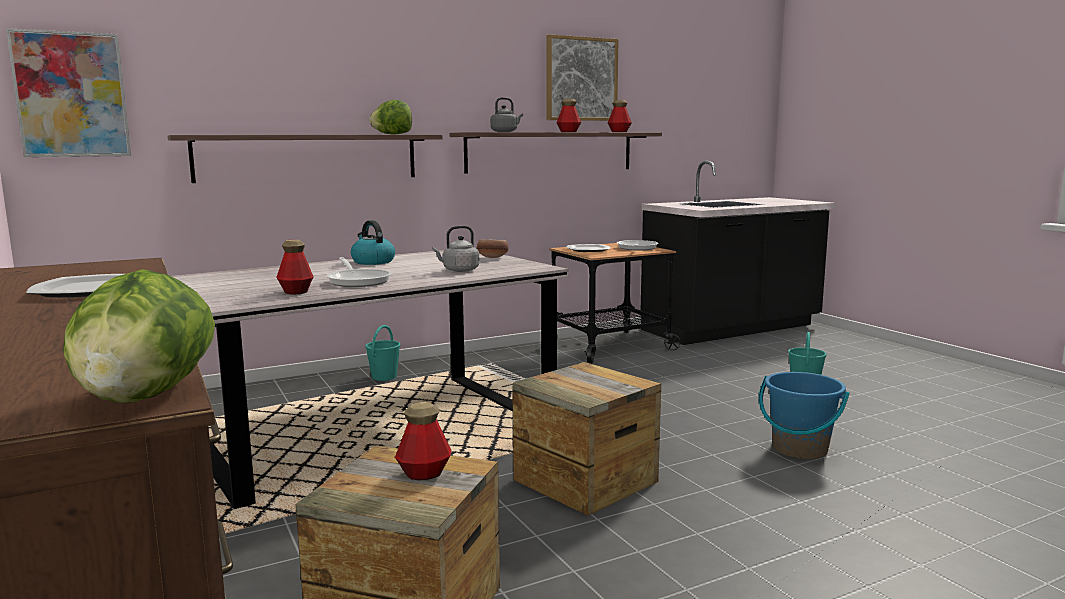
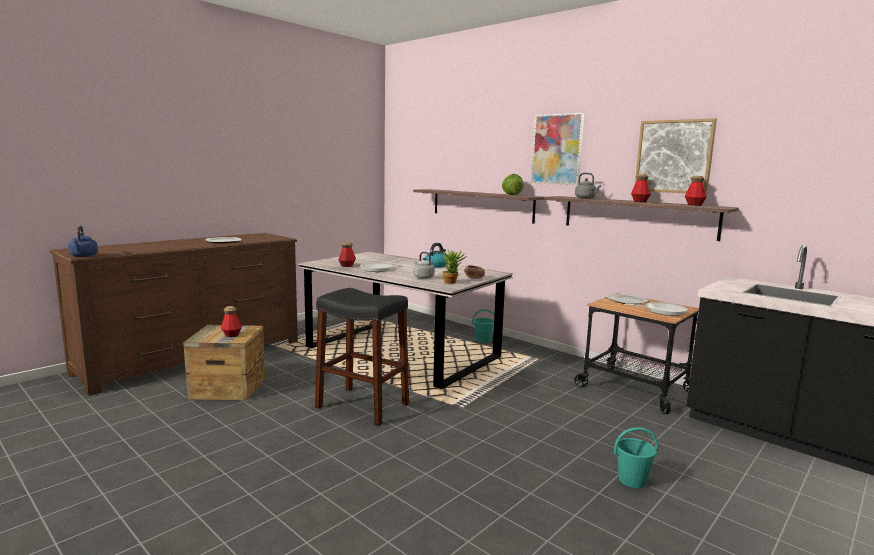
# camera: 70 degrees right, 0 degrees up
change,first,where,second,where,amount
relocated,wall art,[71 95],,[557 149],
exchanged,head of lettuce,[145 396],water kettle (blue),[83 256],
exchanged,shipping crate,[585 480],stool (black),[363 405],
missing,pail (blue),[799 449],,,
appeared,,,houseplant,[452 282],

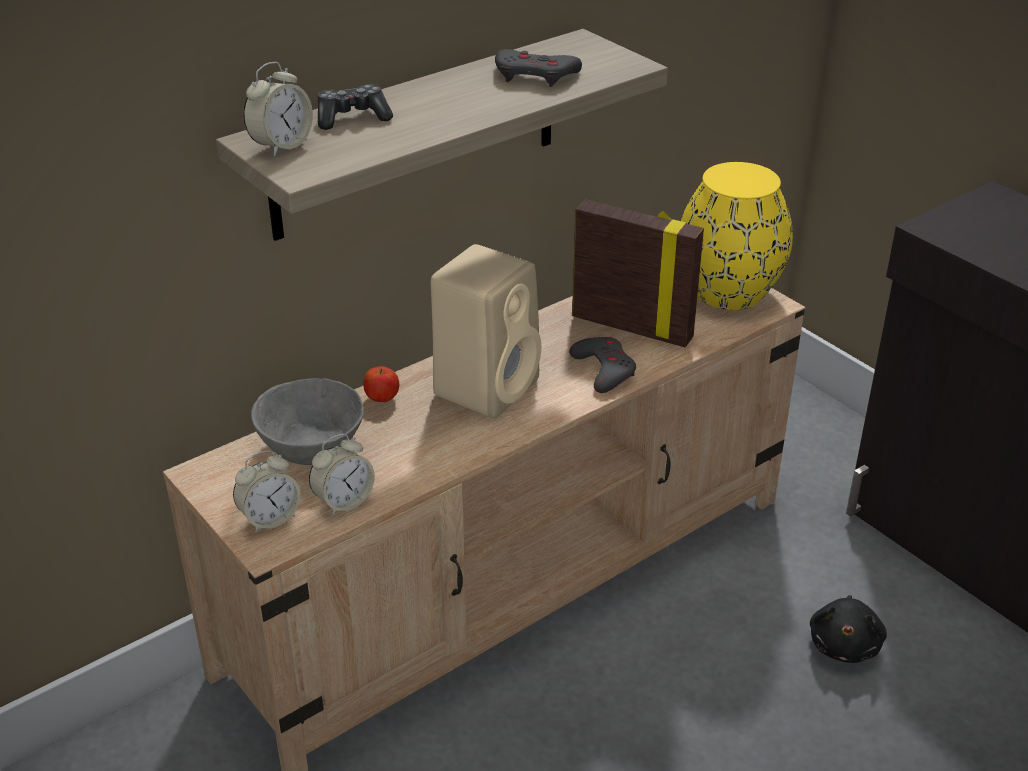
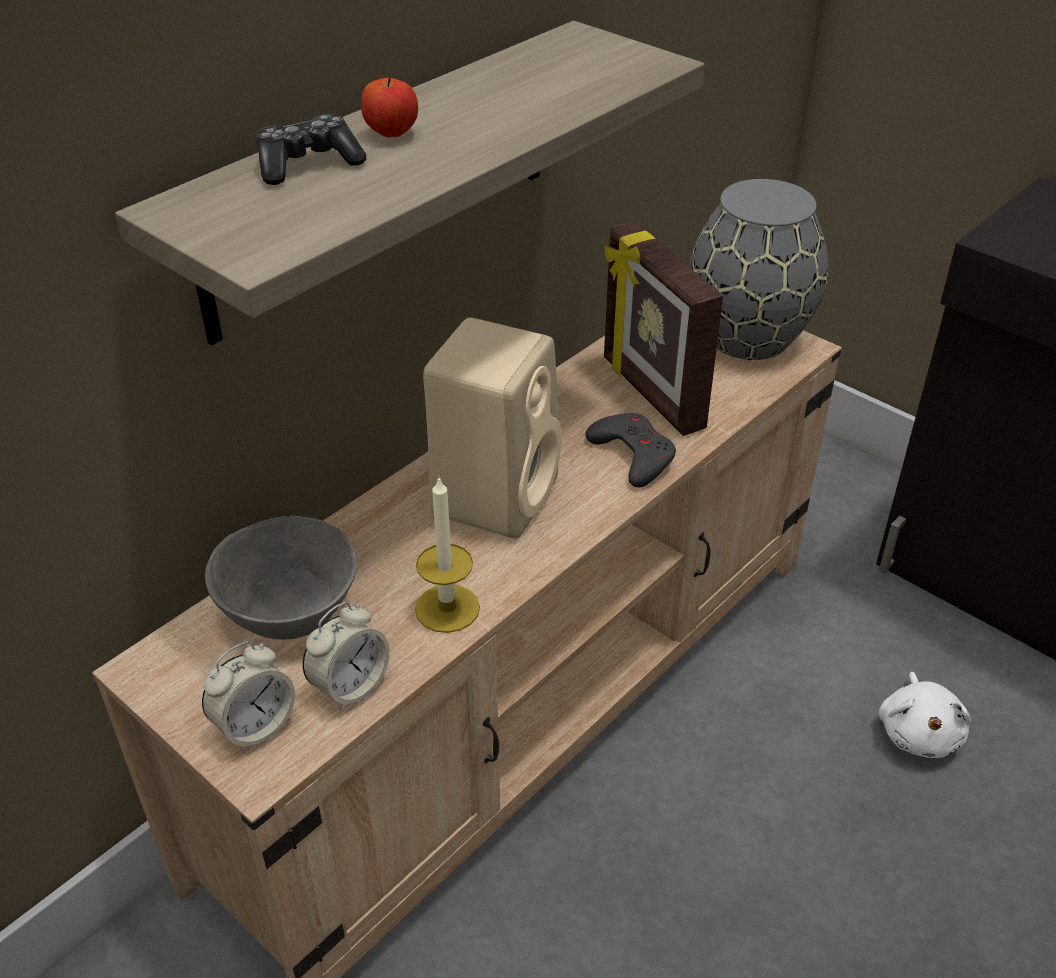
# camera: 10 degrees left, 5 degrees up
change,first,where,second,where,amount
missing,table clock,[281 145],,,
relocated,whole apple,[382 399],,[391 134],
missing,game controller (greyish),[535 75],,,
spun,photo frame,[632 327],,[650 394],135 degrees counterclockwise
colour,flower vase (yellow),[728 291],flower vase (greyish),[747 335],
colour,soft toy (black),[844 644],soft toy (whitish),[919 732],
appeared,,,wax light,[447 608],

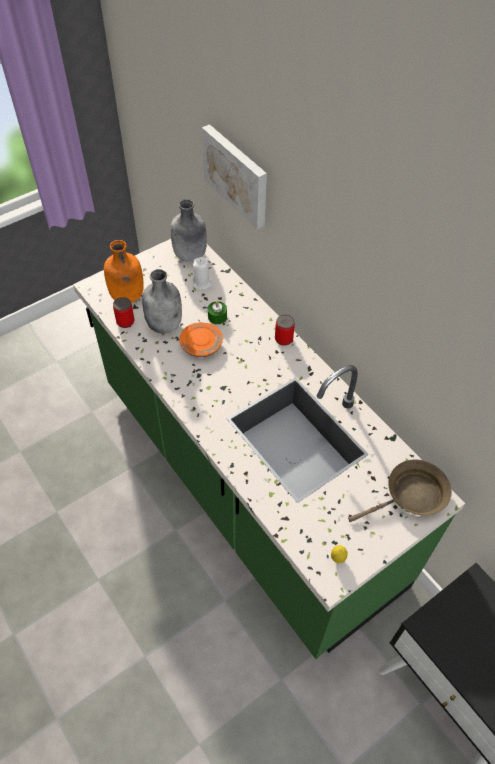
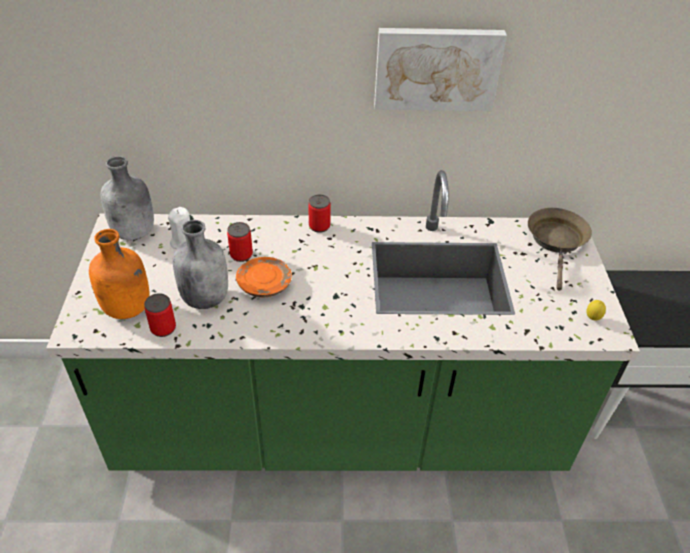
# camera: 55 degrees left, 10 degrees down
change,first,where,second,where,amount
relocated,wall art,[237 175],,[436 68],
exchanged,wax light (greenish),[217 317],metal can,[241 255],

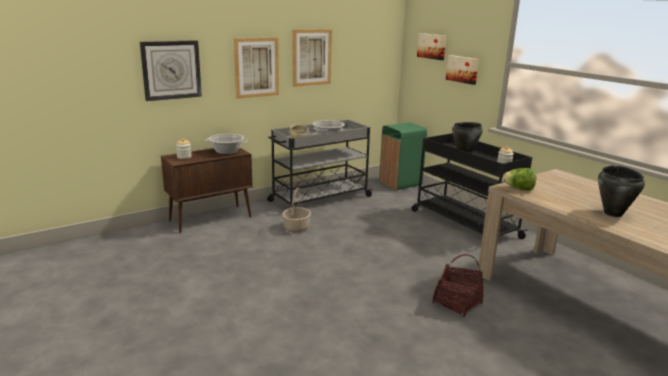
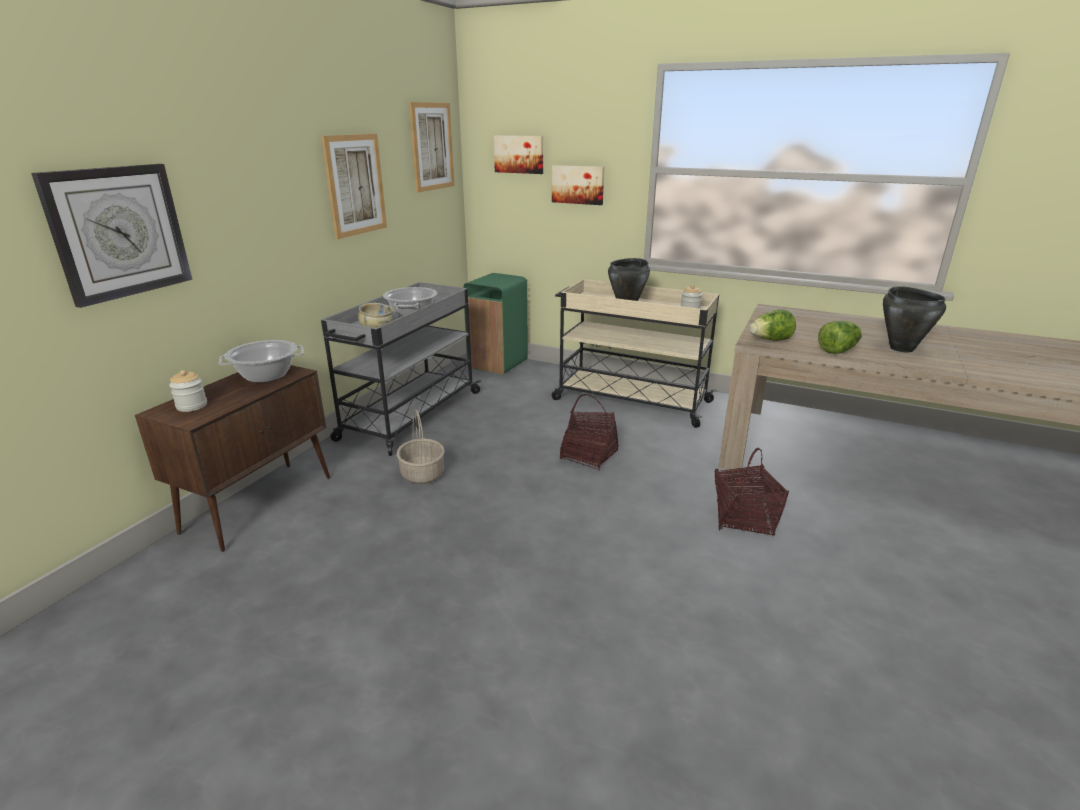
# camera: 30 degrees left, 5 degrees up
change,first,where,second,where,amount
relocated,wall art,[256 67],,[432 147],
colour,cart (black),[463 223],cart (beige-coloured),[629 400],
appeared,,,household basket,[589 455],
appeared,,,head of lettuce,[838 350],

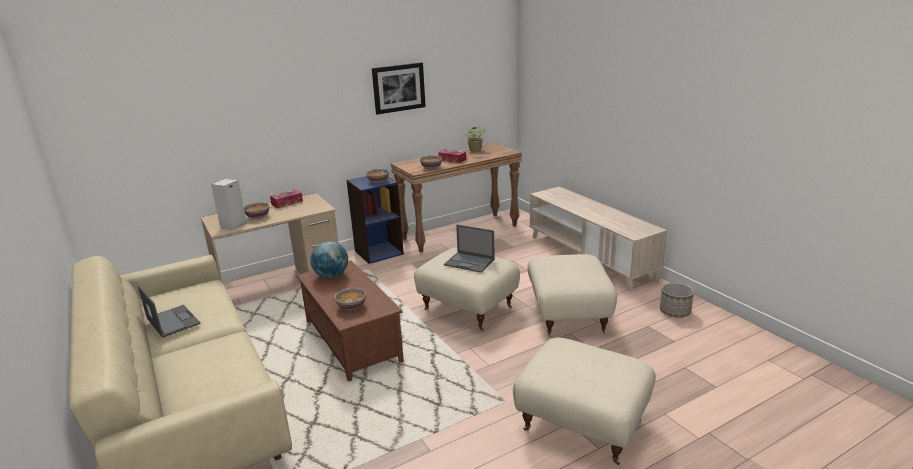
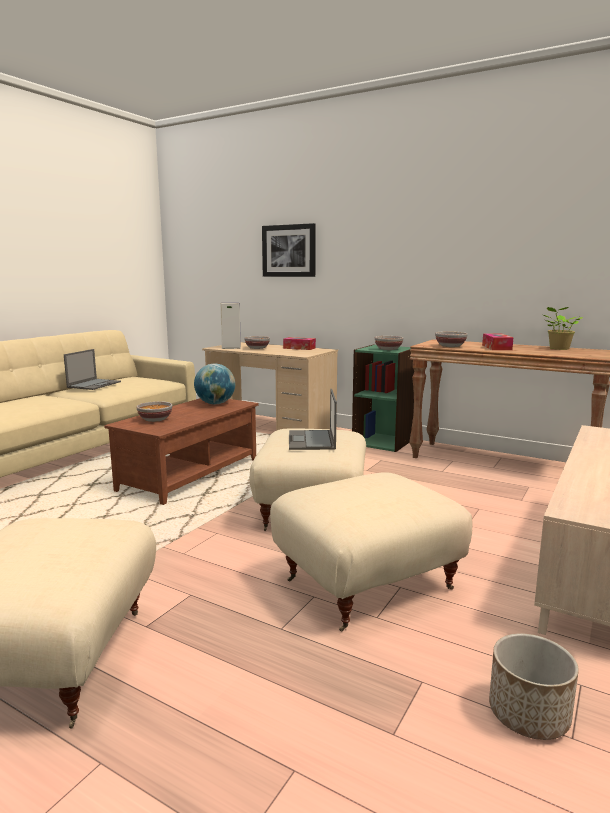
# camera: 60 degrees right, 10 degrees down
change,first,where,second,where,amount
colour,bookshelf (blue),[378 252],bookshelf (greenish),[383 442],
relocated,wall art,[398 88],,[289 251],

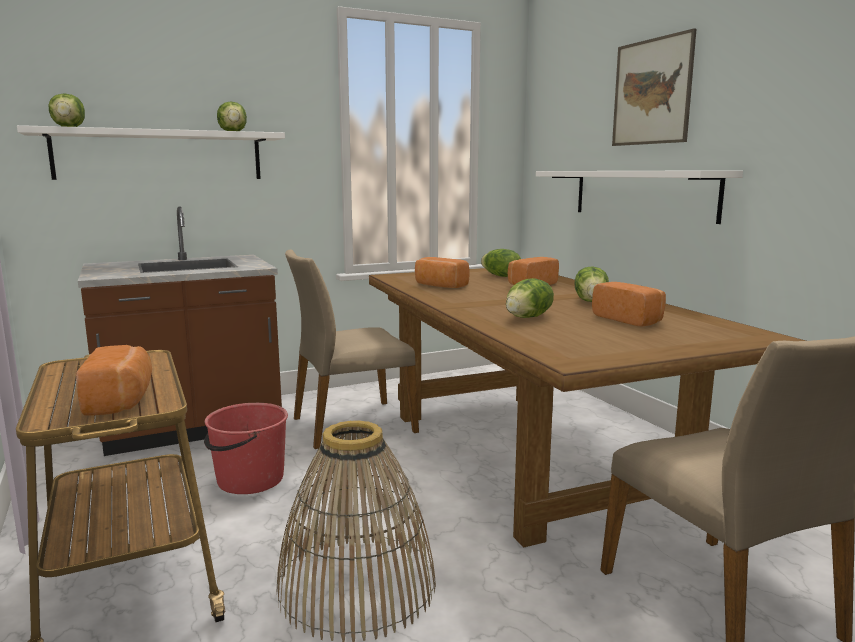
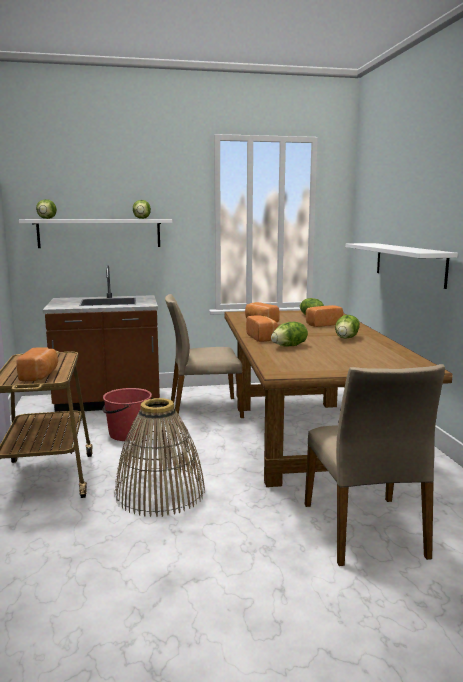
# camera: 15 degrees right, 0 degrees up
change,first,where,second,where,amount
relocated,bread,[629 319],,[263 338],
missing,wall art,[652 92],,,

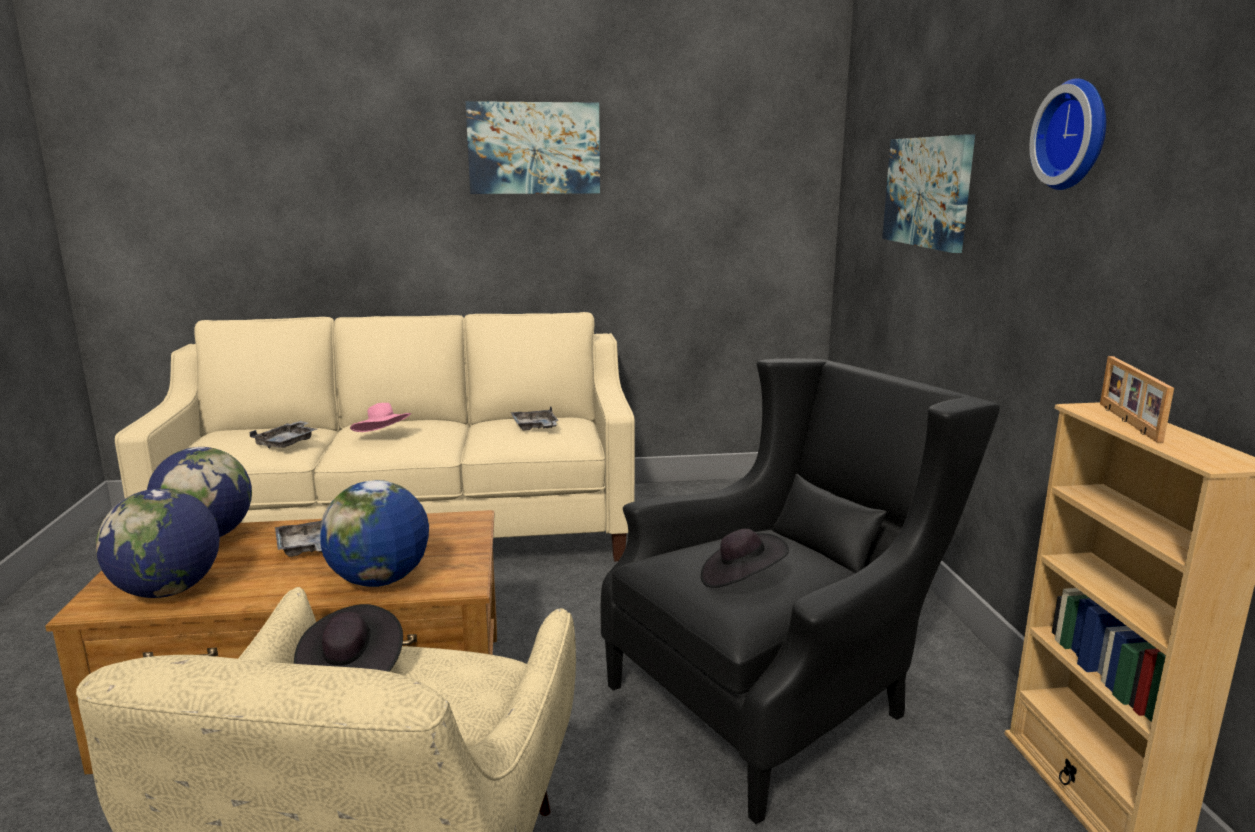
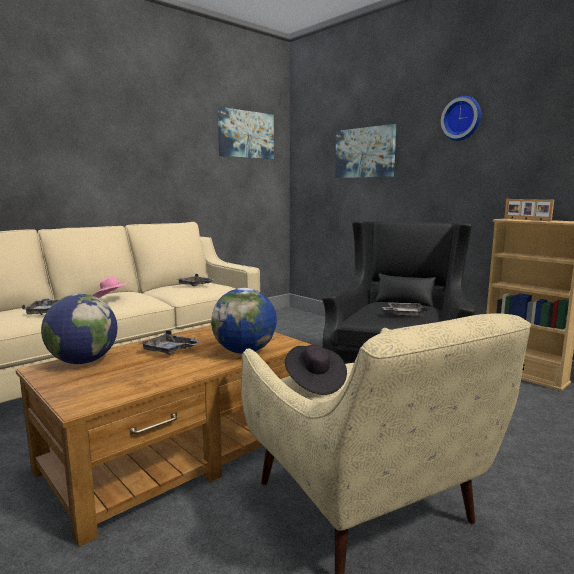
# camera: 35 degrees left, 5 degrees down
change,first,where,second,where,amount
missing,desk globe,[168 591],,,
relocated,wall art,[534 148],,[246 134],
exchanged,clothing hat (black),[741 580],serving tray (greyish),[404 314],

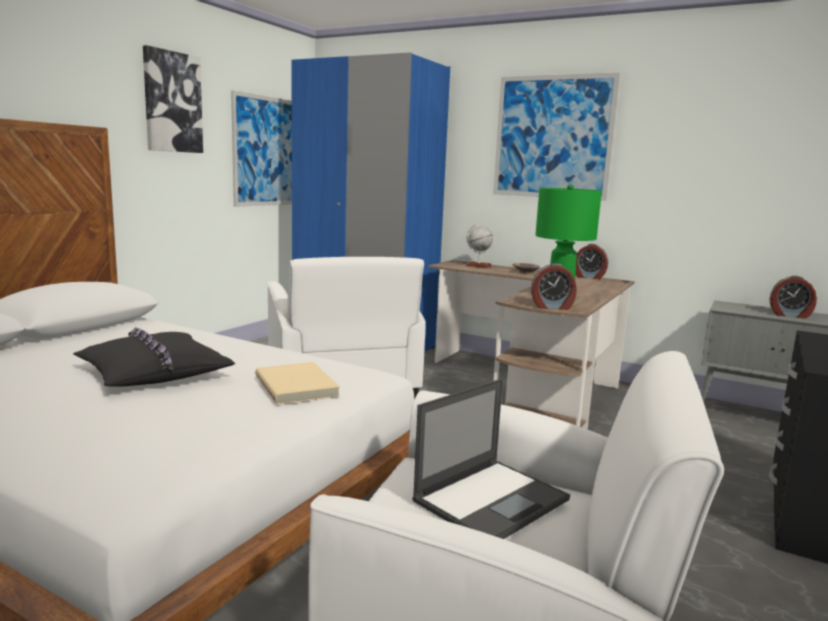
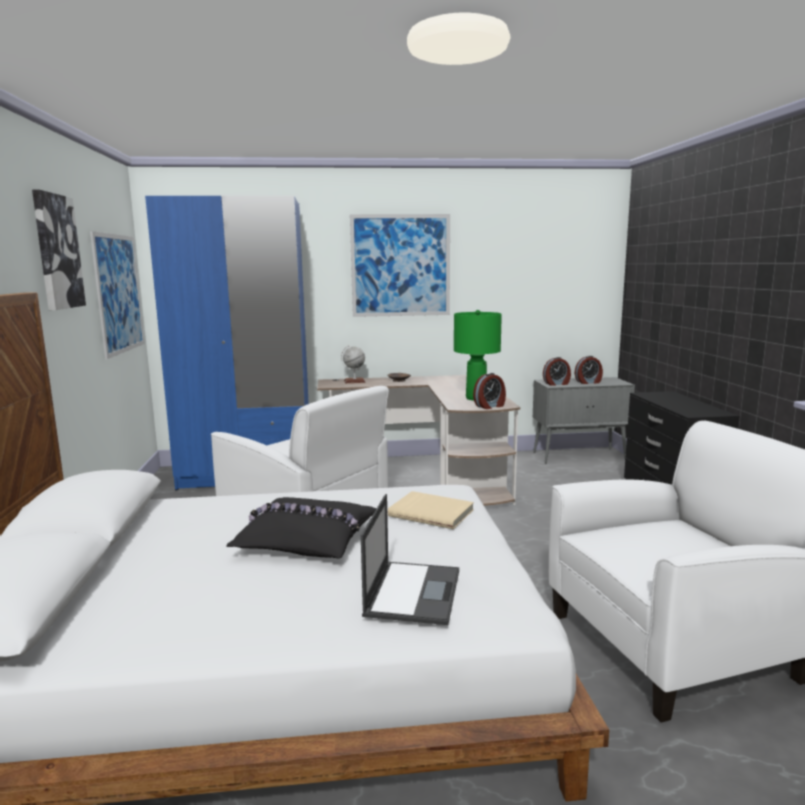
# camera: 35 degrees left, 0 degrees up
change,first,where,second,where,amount
relocated,portable computer,[492 499],,[413 591],
relocated,table clock,[589 277],,[556 384],

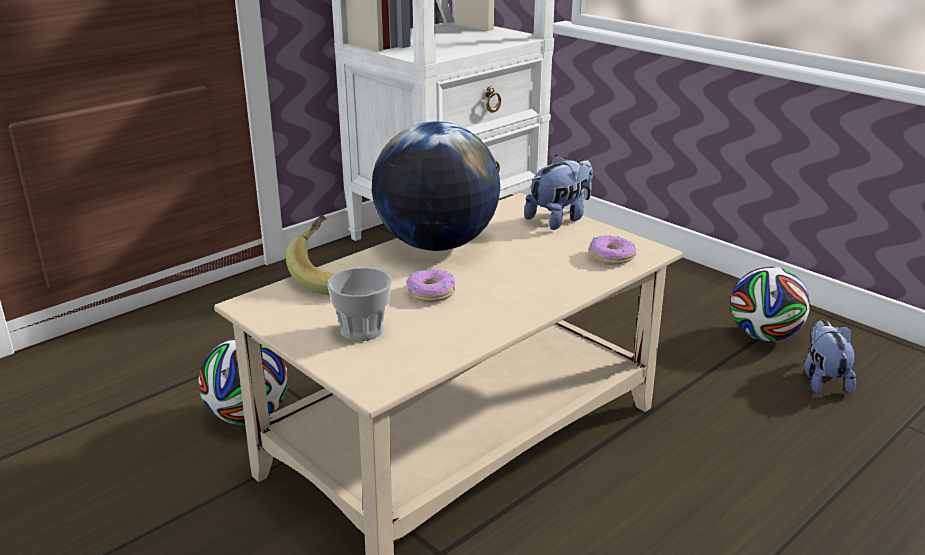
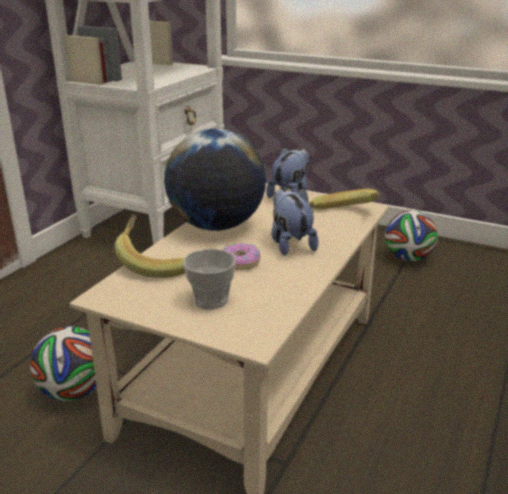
# camera: 20 degrees left, 0 degrees up
change,first,where,second,where,amount
exchanged,donut,[611 256],whole banana,[346 215],
relocated,soft toy,[823 380],,[290 244],

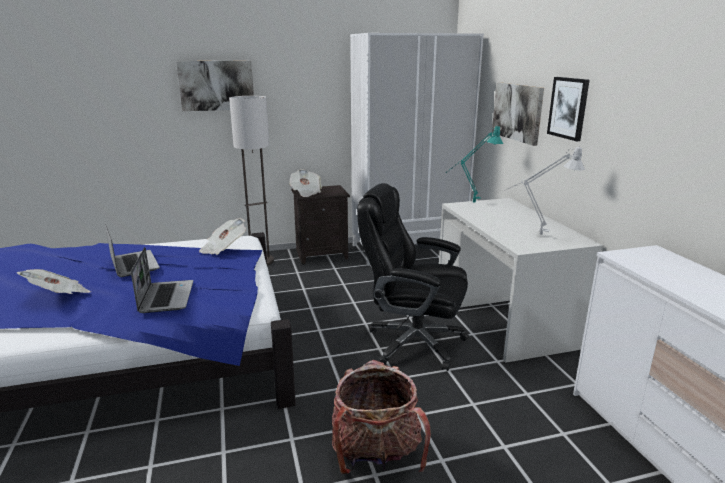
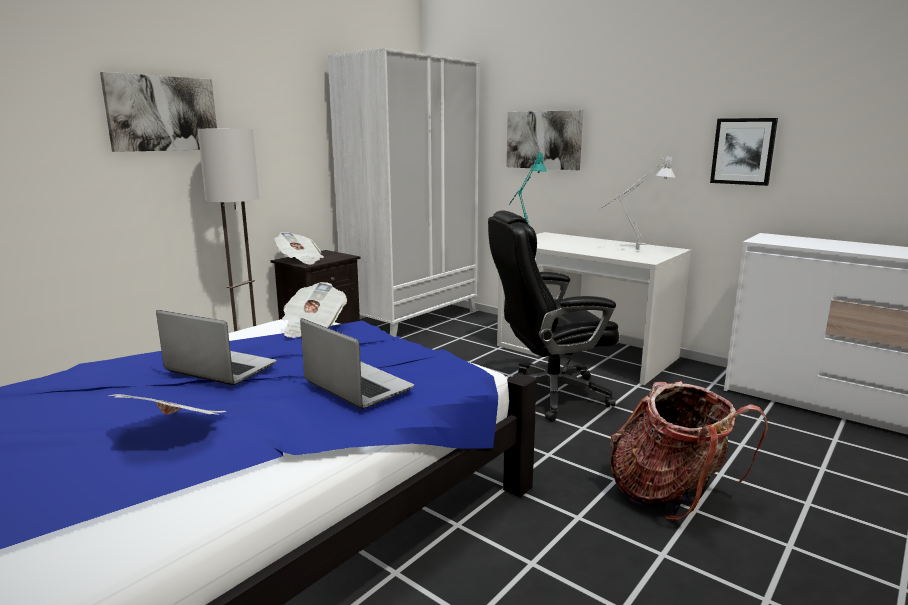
# camera: 35 degrees left, 5 degrees down
change,first,where,second,where,amount
relocated,wall art,[568 108],,[743 151],

